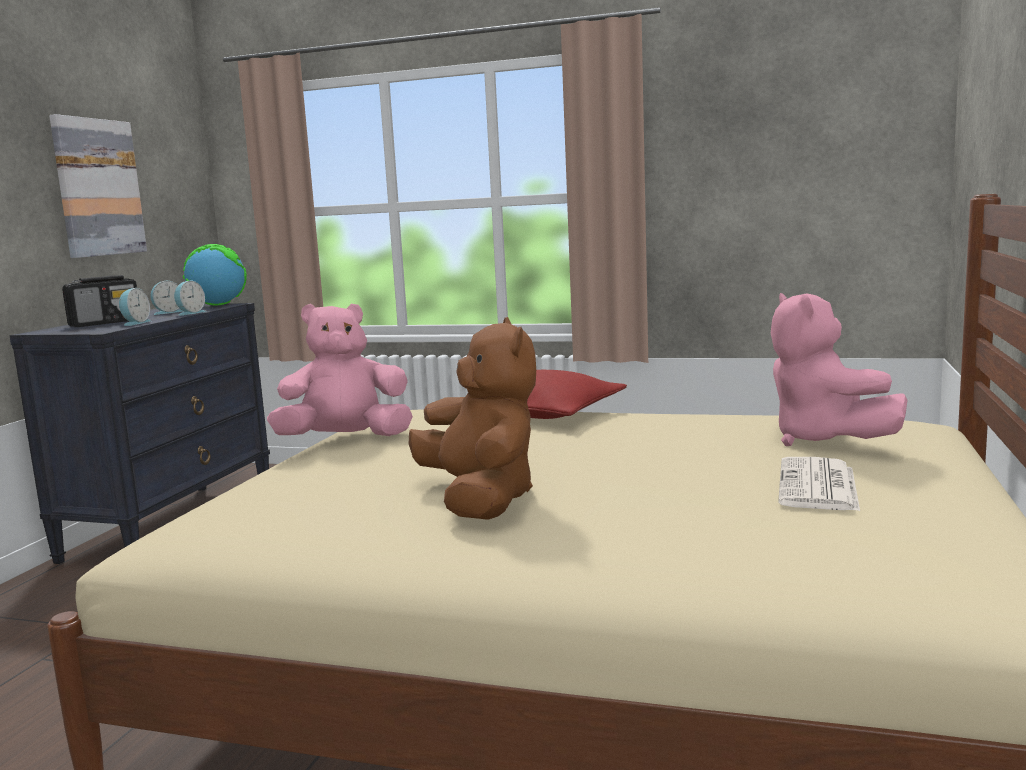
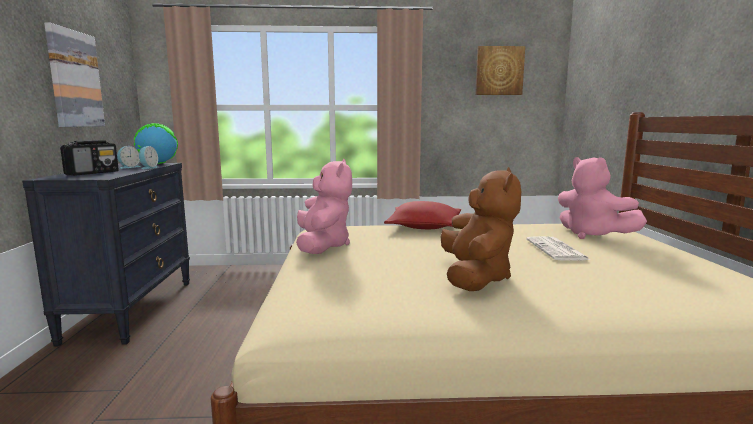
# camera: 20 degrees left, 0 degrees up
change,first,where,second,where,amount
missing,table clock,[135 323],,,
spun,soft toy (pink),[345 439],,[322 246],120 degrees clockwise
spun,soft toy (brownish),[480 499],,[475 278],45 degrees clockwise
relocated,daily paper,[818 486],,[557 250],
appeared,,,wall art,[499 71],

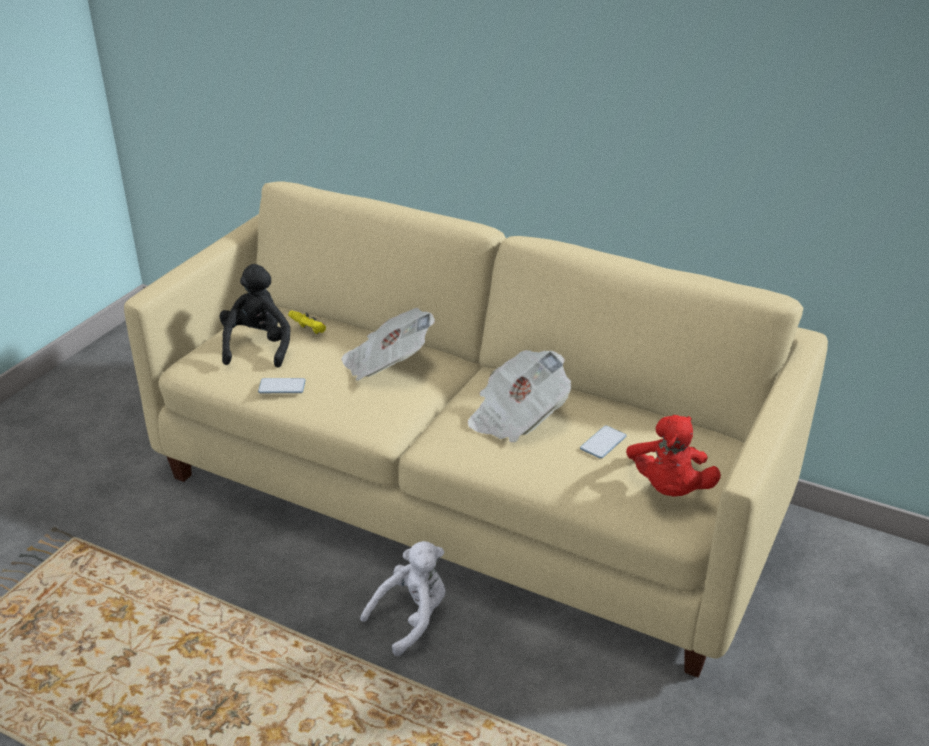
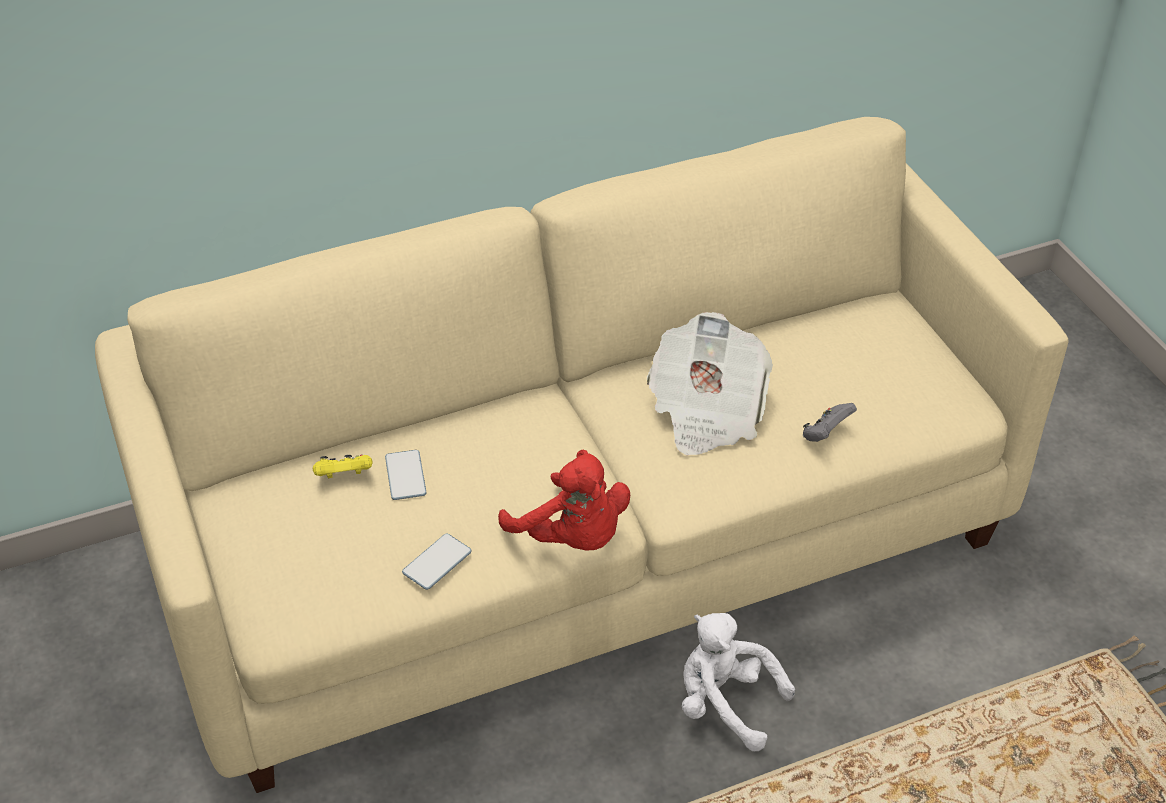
# camera: 50 degrees left, 10 degrees up
change,first,where,second,where,amount
missing,soft toy (black),[258 346],,,
missing,daily paper,[387 364],,,
spun,soft toy (whitish),[411 618],,[725 703],60 degrees counterclockwise
relocated,phone,[603 443],,[405 476],
relocated,soft toy (reddish),[668 489],,[572 537],
appeared,,,game controller (greyish),[826 434],

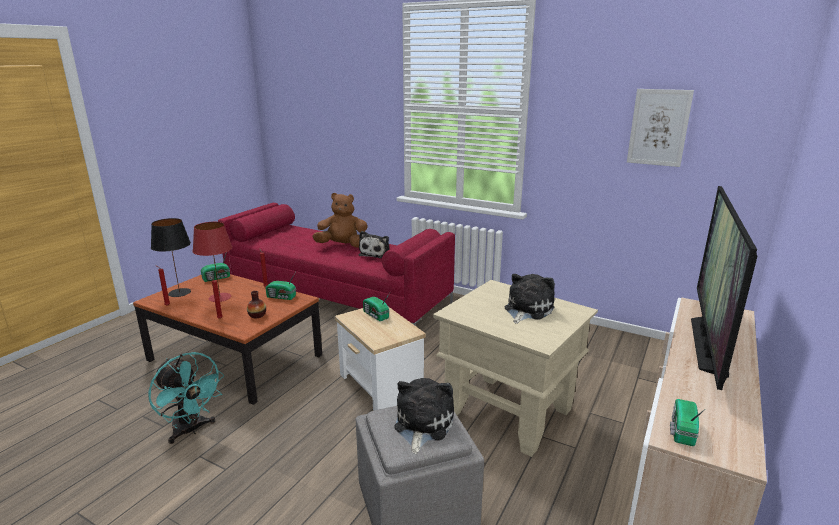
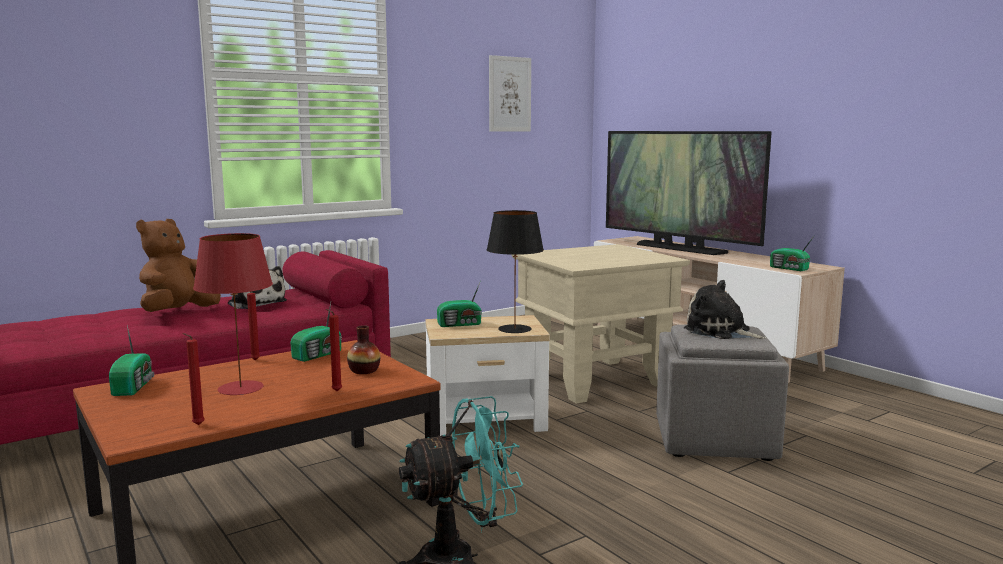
# camera: 65 degrees left, 10 degrees down
change,first,where,second,where,amount
relocated,tabletop lamp (black),[179 292],,[514 329],
missing,soft toy,[526 309],,,

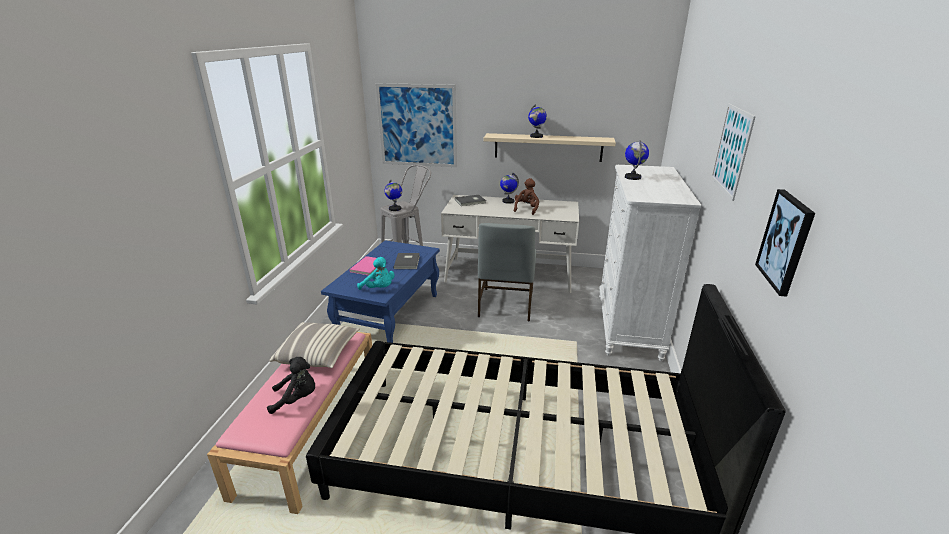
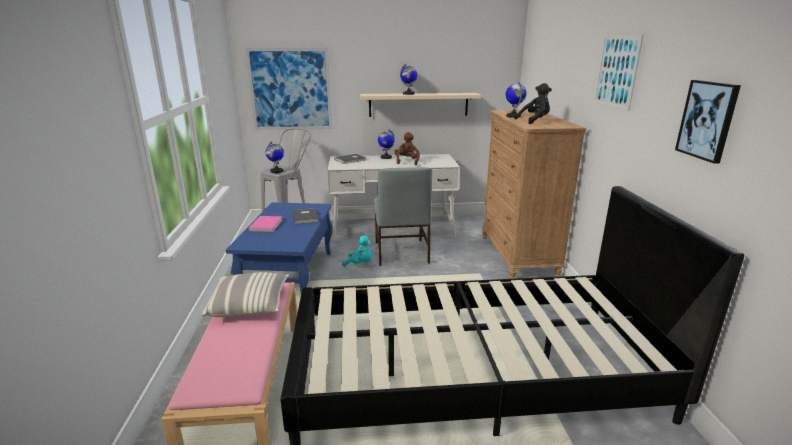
# camera: 15 degrees left, 5 degrees down
change,first,where,second,where,amount
relocated,soft toy (black),[297 399],,[534 121],
relocated,soft toy (turquoise-coloured),[379 288],,[360 264],
colour,chest of drawers (whitish),[628 326],chest of drawers (brownish),[518 256],

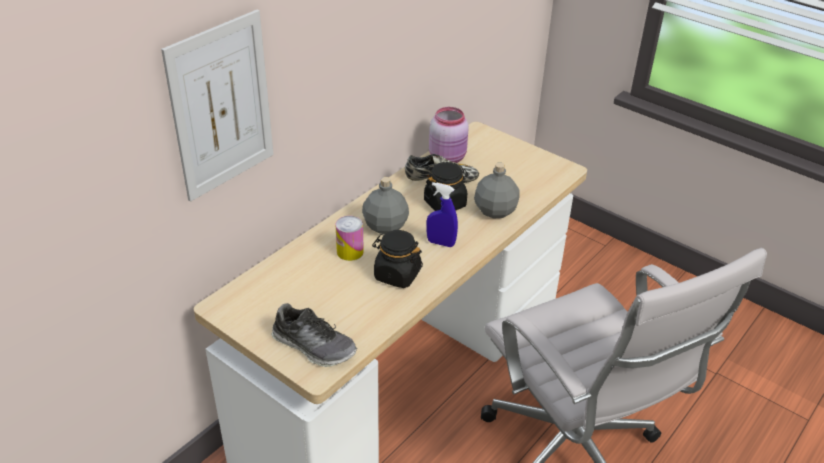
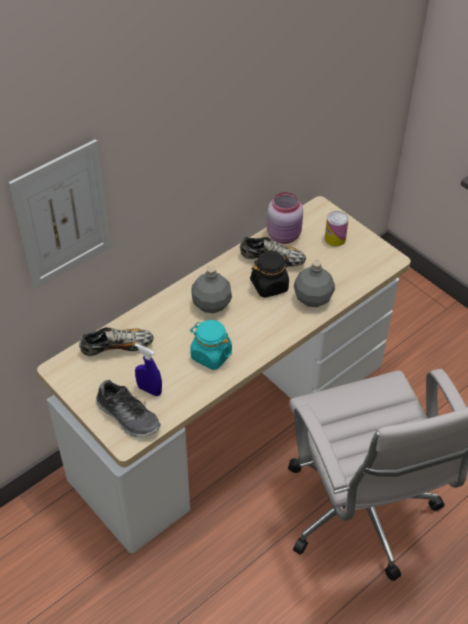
# camera: 10 degrees right, 10 degrees up
change,first,where,second,where,amount
relocated,metal can,[350 252],,[335 239],
colour,preserve jar (black),[397 275],preserve jar (turquoise-coloured),[211 355],
relocated,sprayer (blue),[441 243],,[149 390],
appeared,,,item of footwear,[117 347],

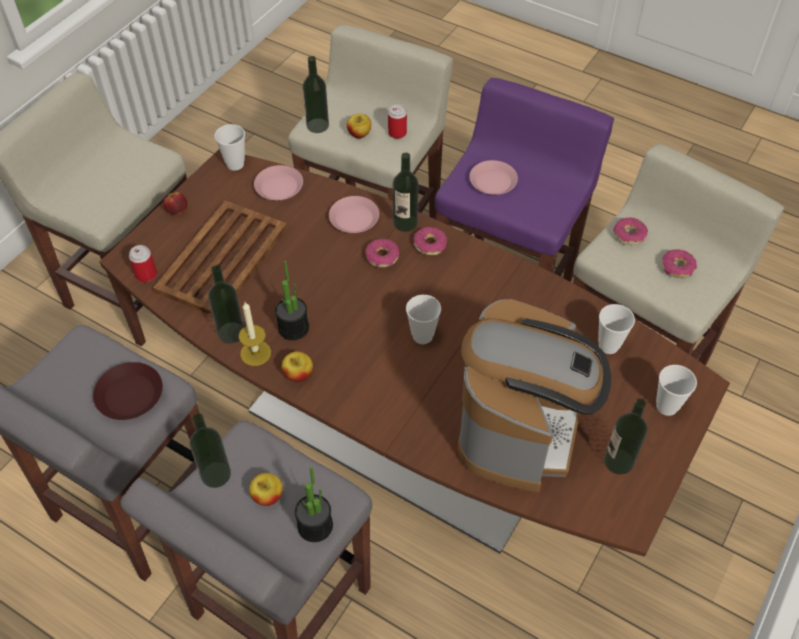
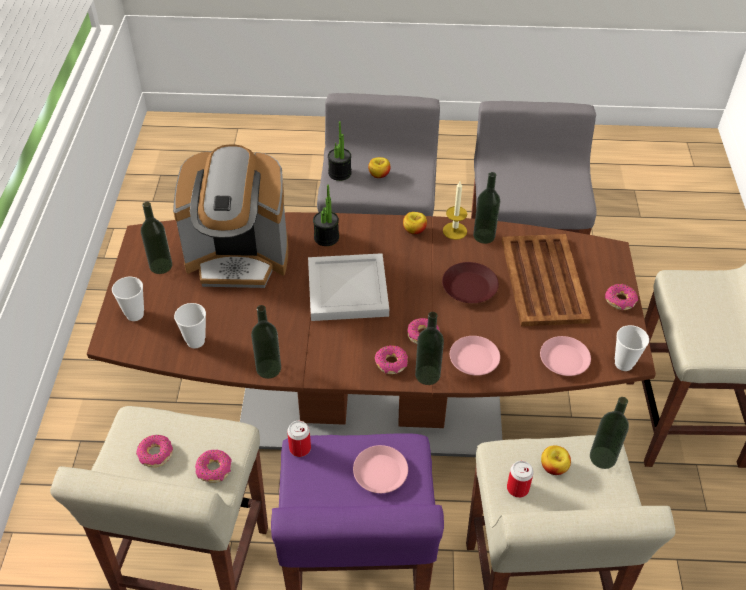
# camera: 150 degrees right, 5 degrees down
change,first,where,second,where,amount
relocated,dinner plate (brownish),[130 395],,[469 287],
relocated,metal can,[146 275],,[300 448],
exchanged,whole apple,[177 211],donut,[620 301],
relocated,bottle,[216 474],,[268 368],
relocated,houseplant,[293 328],,[326 237],
exchanged,drinking cup,[422 336],serving tray (whitish),[346 289],
spun,coffee brewer,[520 430],,[239 258],75 degrees counterclockwise

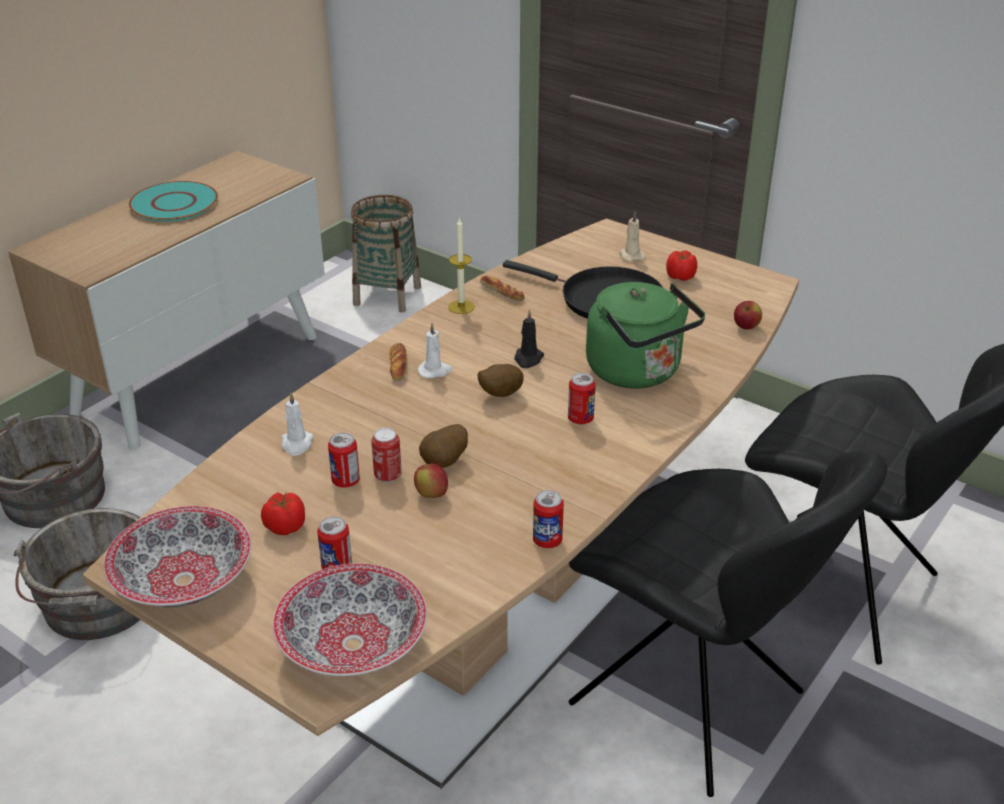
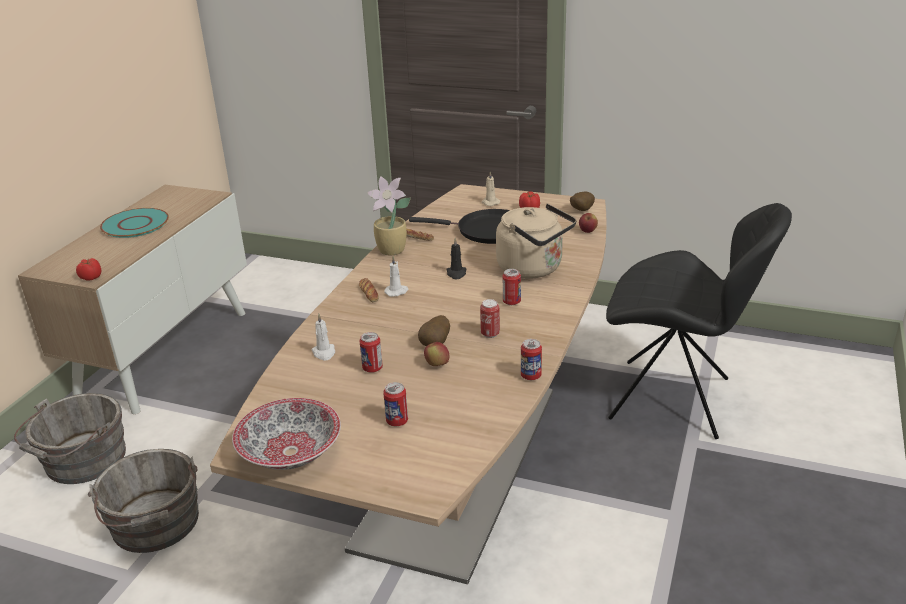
# camera: 15 degrees left, 5 degrees down
change,first,where,second,where,amount
relocated,whole tomato,[284 526],,[90 277],
missing,serving bowl,[353 646],,,
missing,household basket,[387 295],,,
relocated,metal can,[388 476],,[490 334],
exchanged,wax light,[461 307],houseplant,[392 251],
relocated,spud,[499 394],,[580 210],
missing,chair (black),[693 703],,,
colour,water kettle (greenish),[638 372],water kettle (beige-coloured),[533 269],

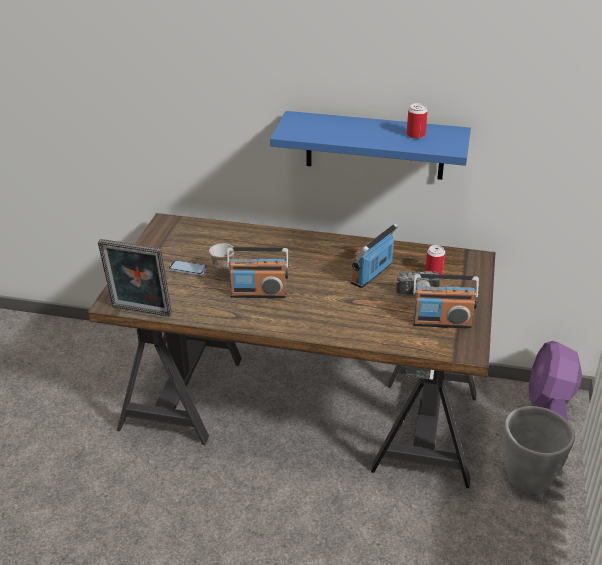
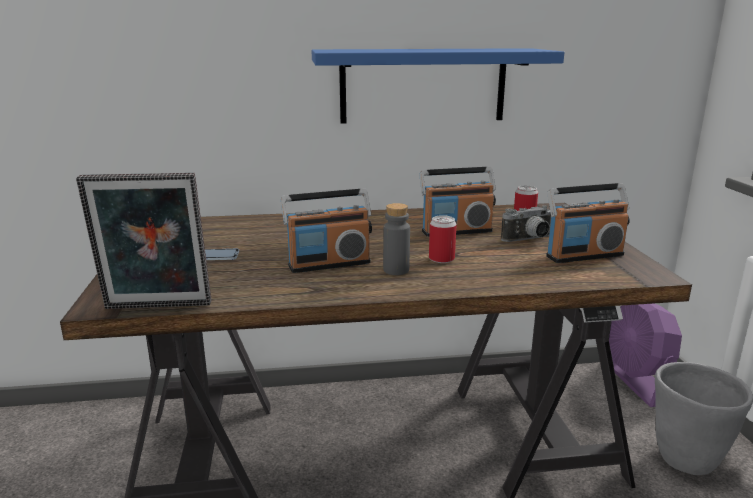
# camera: 20 degrees left, 15 degrees down
change,first,where,second,where,amount
missing,drinking cup,[223 274],,,
spun,radio receiver,[372 274],,[456 231],120 degrees counterclockwise
relocated,metal can,[415 135],,[441 259],
appeared,,,bottle (greyish),[396 270],

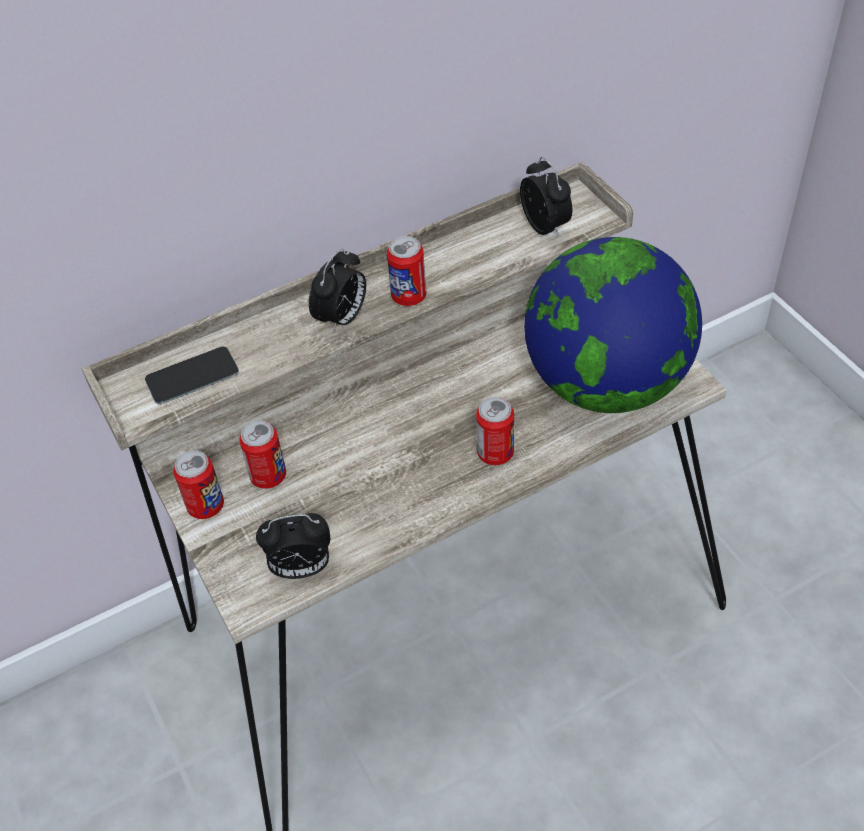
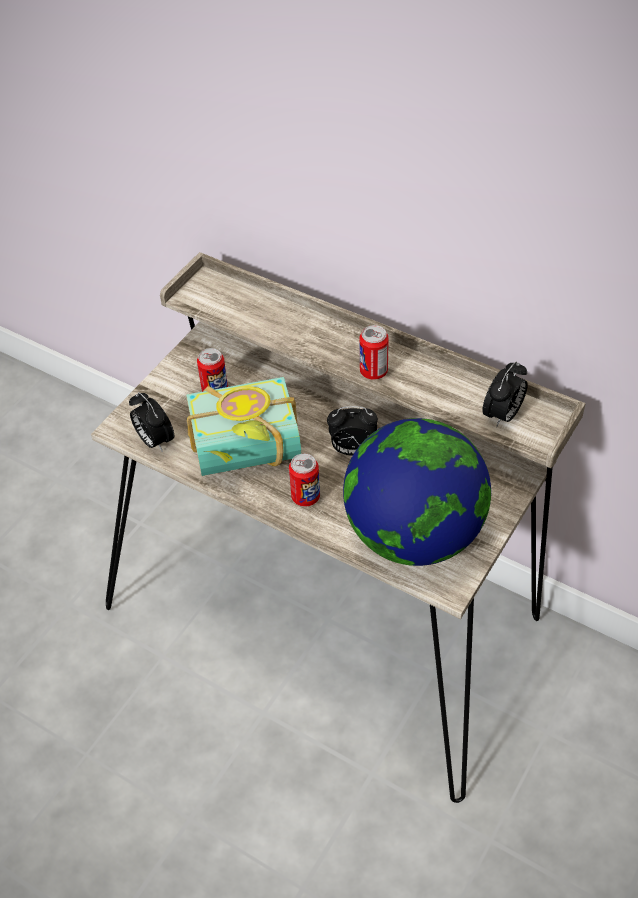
# camera: 60 degrees right, 0 degrees up
change,first,where,second,where,amount
missing,phone,[192 376],,,
missing,metal can,[206 506],,,
relocated,table clock,[342 319],,[352 450],
appeared,,,book,[247 456],

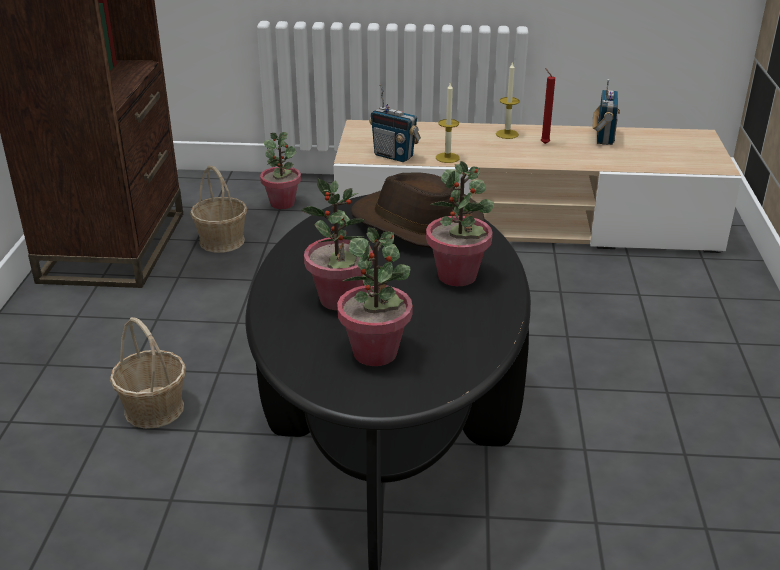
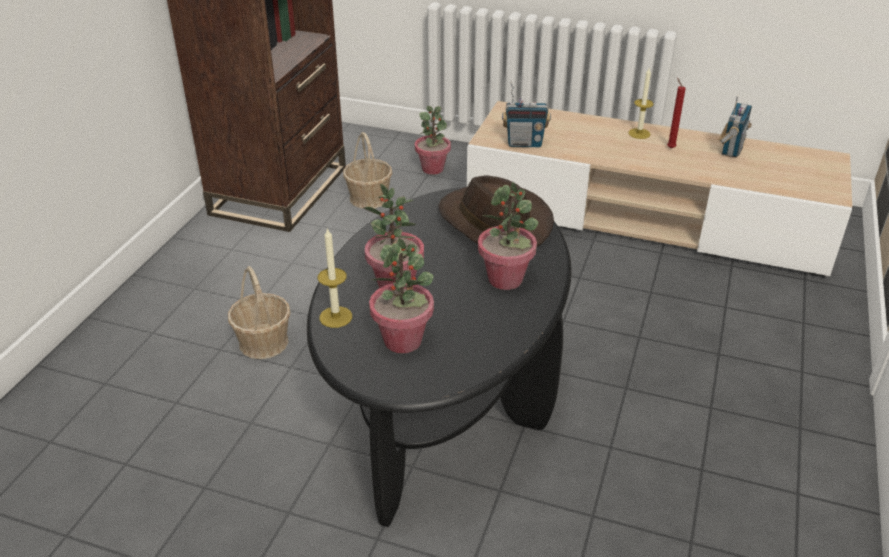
# camera: 15 degrees right, 5 degrees up
change,first,where,second,where,amount
spun,radio receiver,[394 156],,[524 143],45 degrees counterclockwise
relocated,wax light,[447 158],,[336 317],

